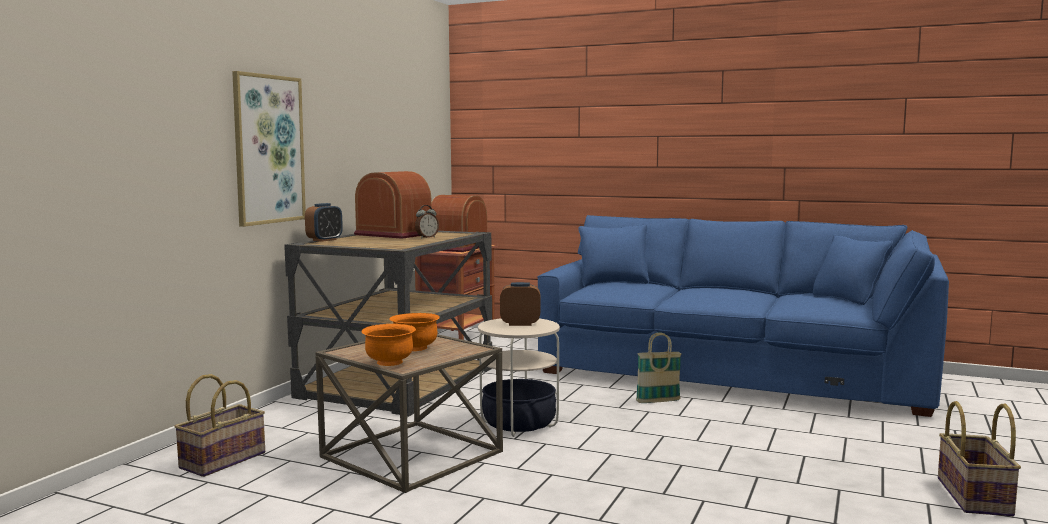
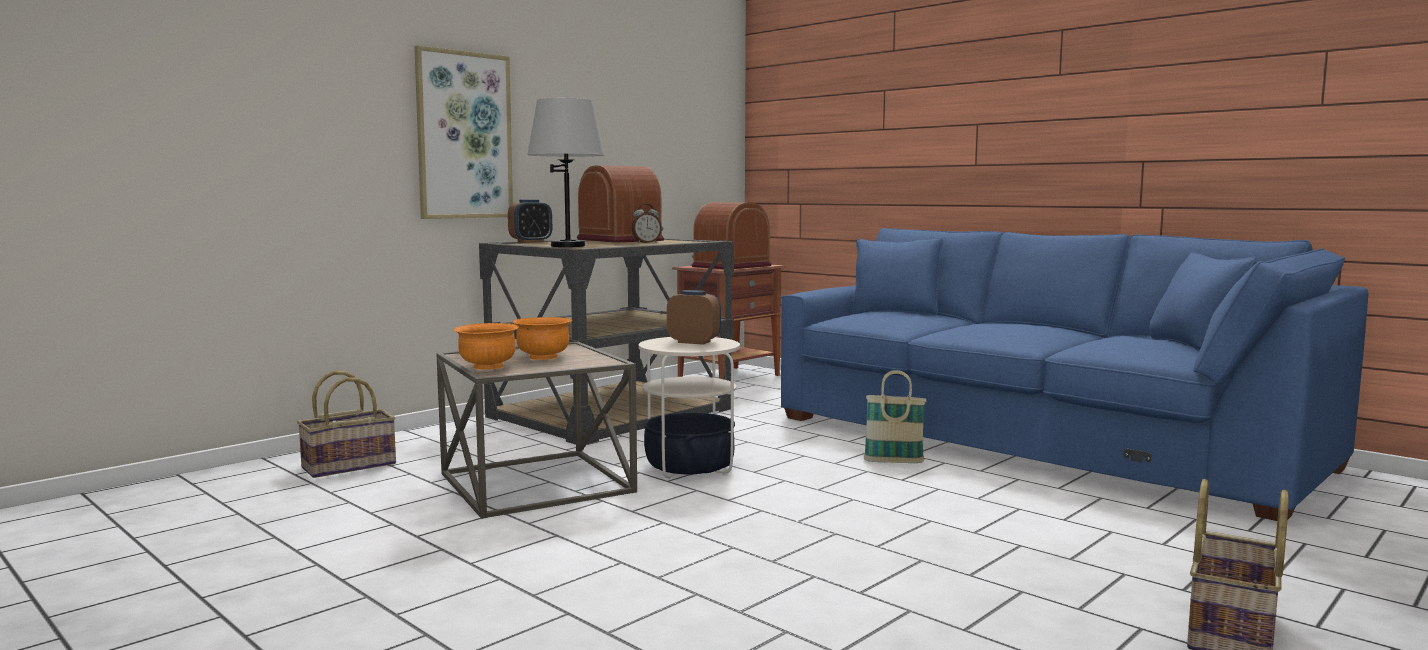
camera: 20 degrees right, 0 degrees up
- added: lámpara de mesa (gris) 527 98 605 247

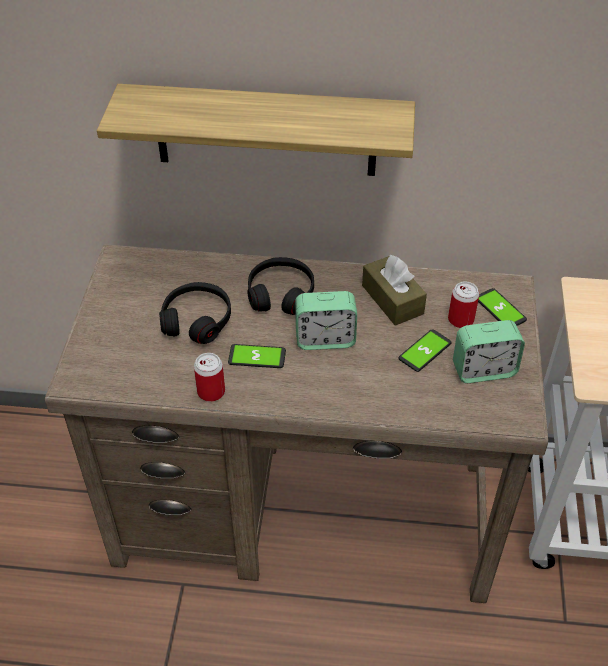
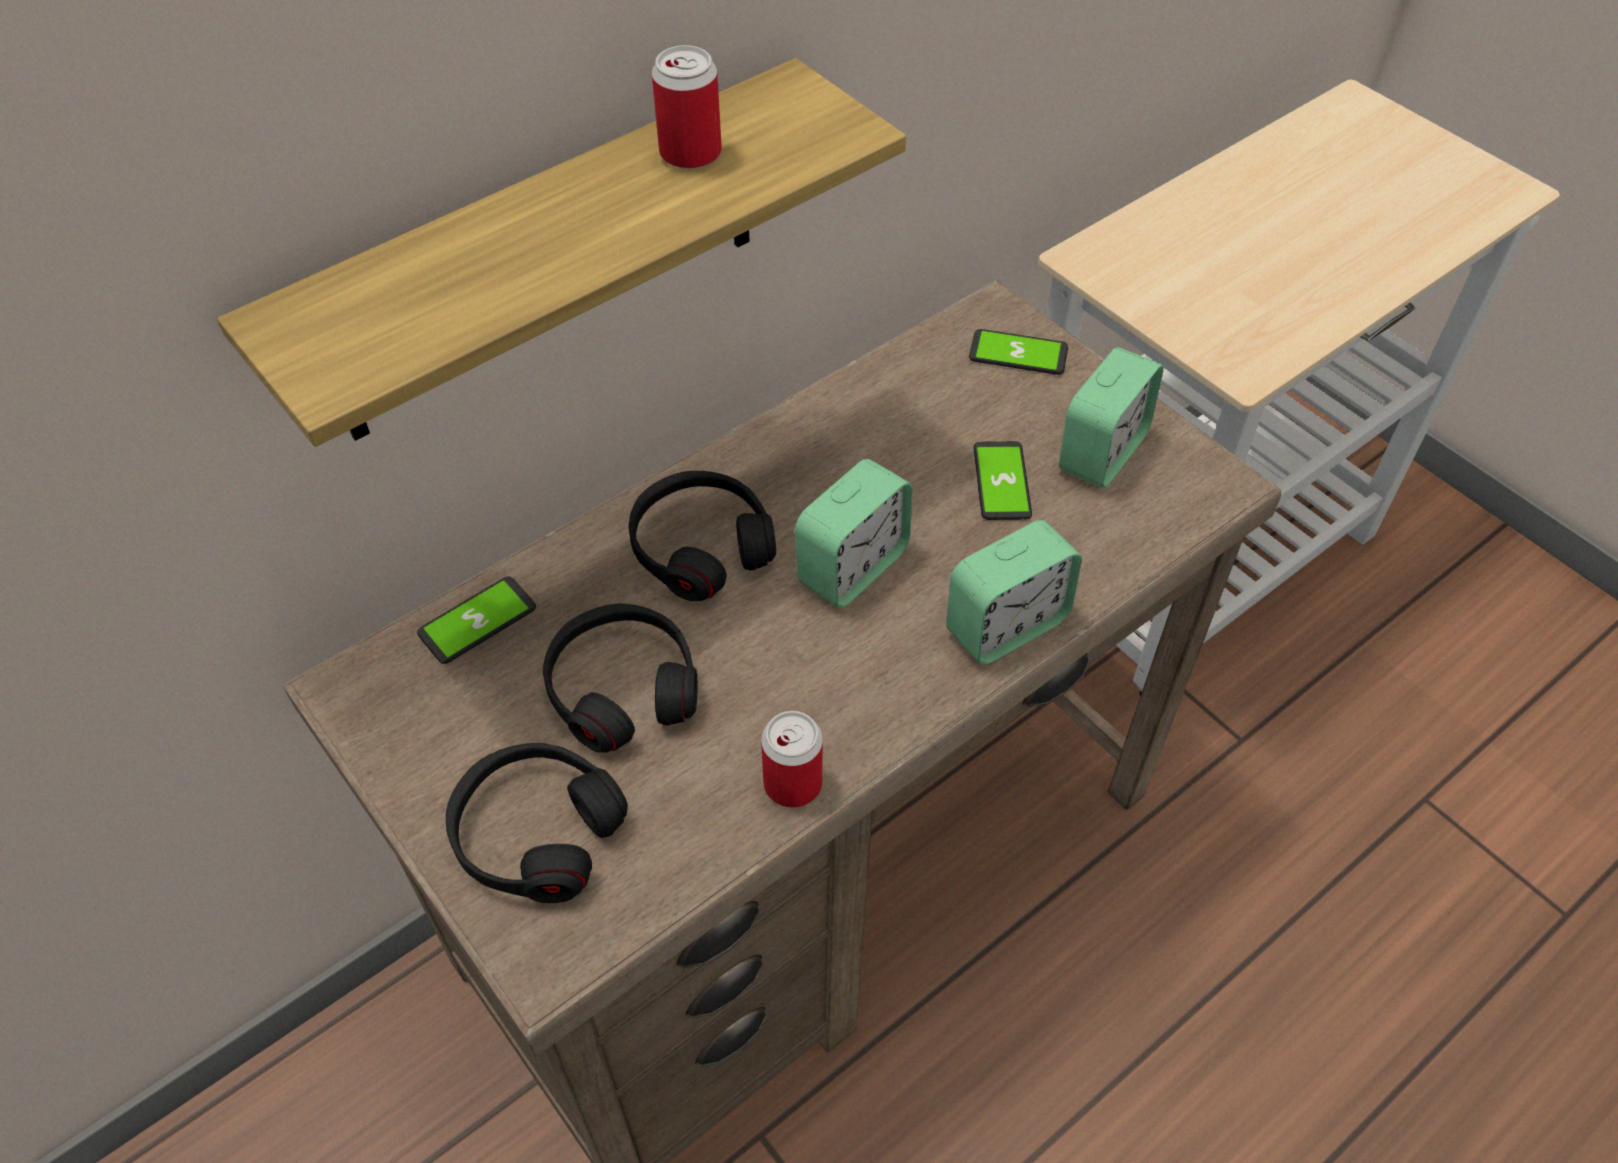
camera: 45 degrees left, 5 degrees up
- removed: caja de pañuelos (marrón) 362 254 427 326
- added: auriculares (negro) 446 743 628 903
- added: despertador 946 520 1082 665
- moved: móvil 228 344 286 368 to 417 577 536 664
- moved: lata 448 281 479 328 to 652 45 722 169

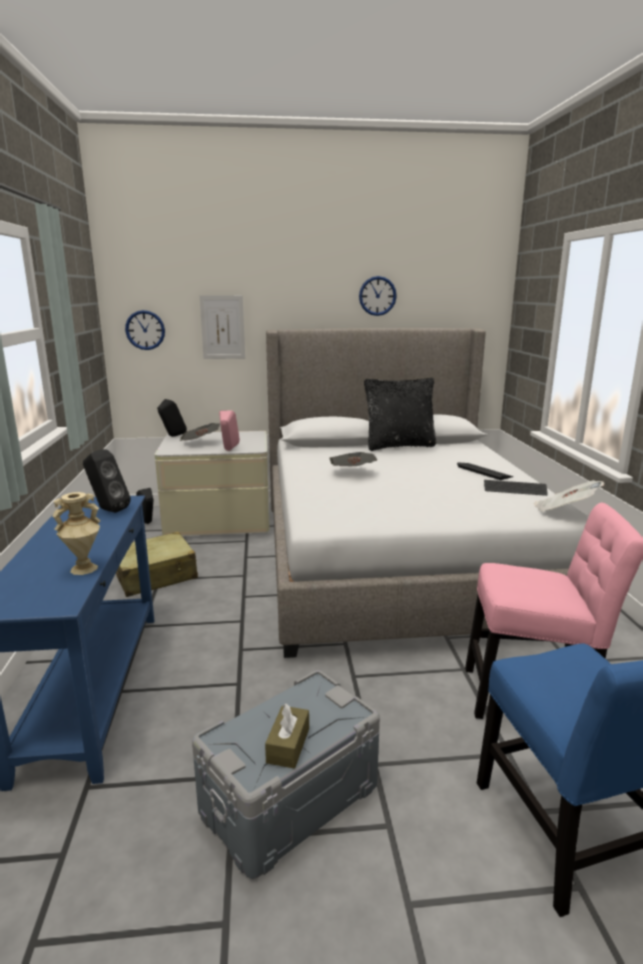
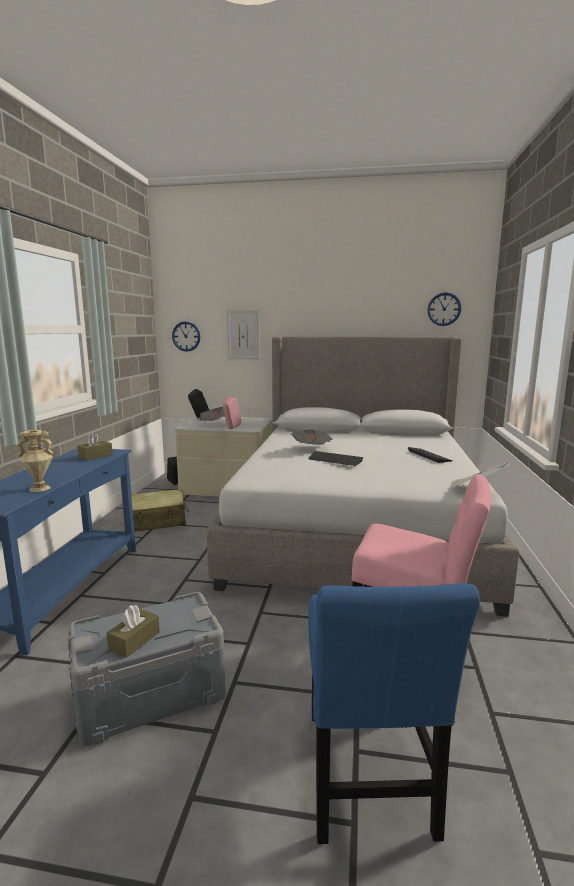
camera: 15 degrees right, 5 degrees down
- removed: cojín (negro) 364 378 436 451
- moved: reloj de pared 359 276 397 316 to 427 292 461 326
- moved: teclado 484 480 548 496 to 308 451 363 466
- replaced: altavoz (negro) 83 449 131 513 to caja de pañuelos (marrón) 77 433 113 460

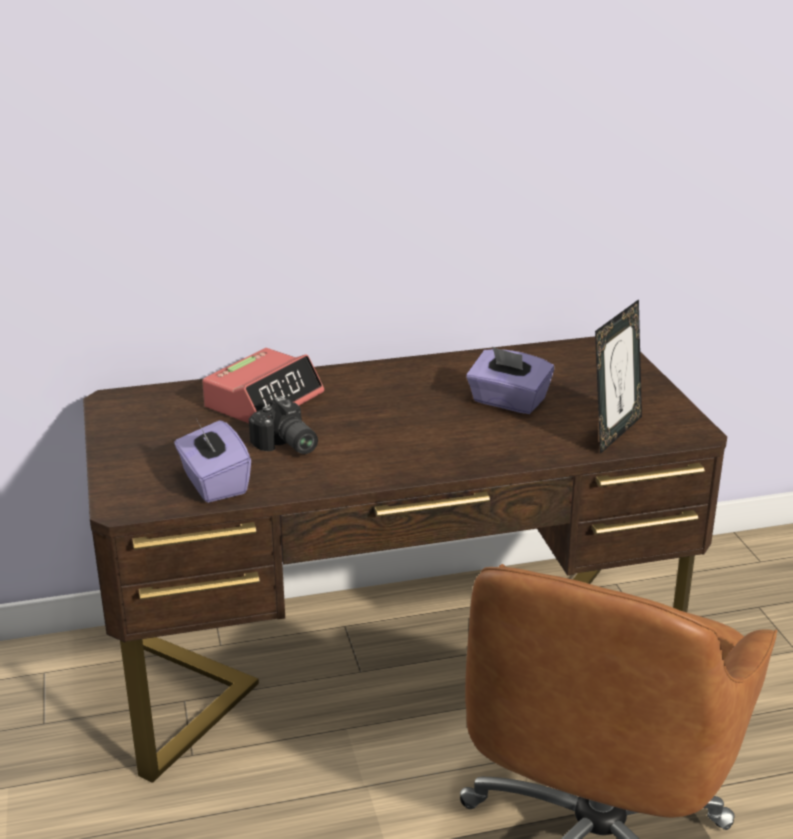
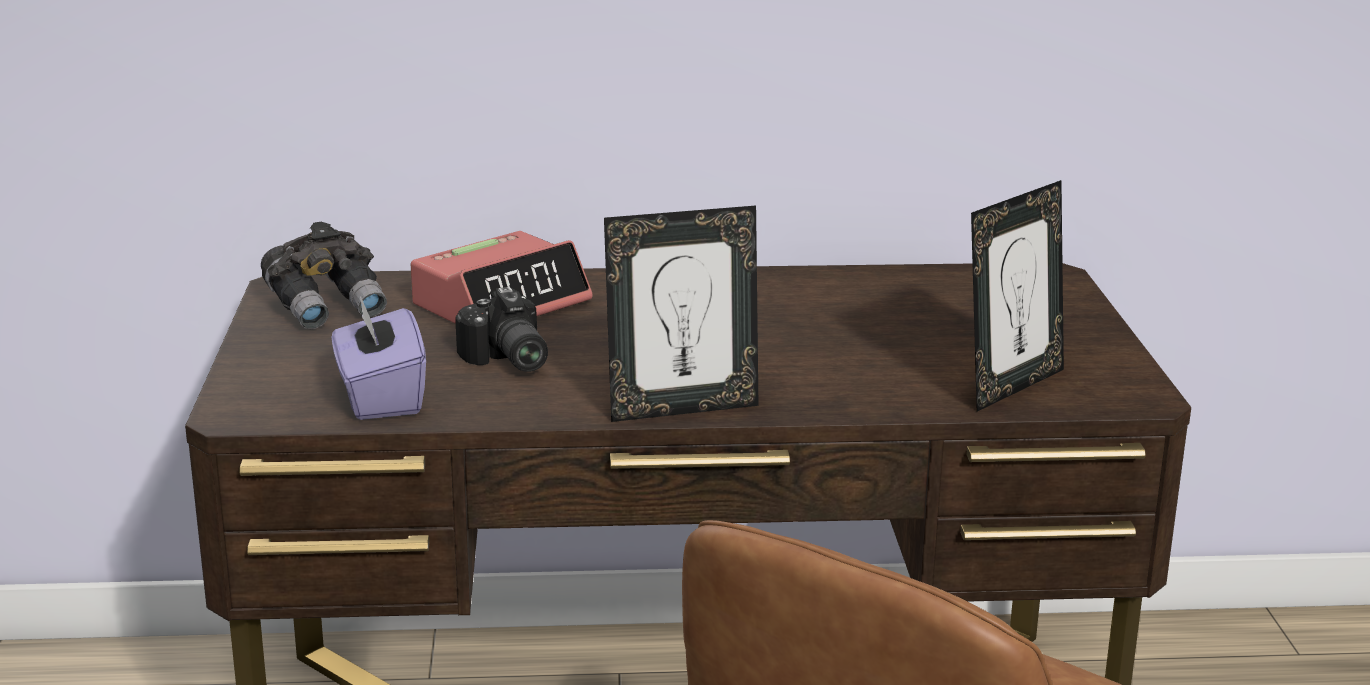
camera: 10 degrees right, 5 degrees down
- removed: caja de pañuelos (morado) 466 347 554 414
- added: prismáticos (gris) 261 222 387 329
- added: portarretratos 604 205 759 422

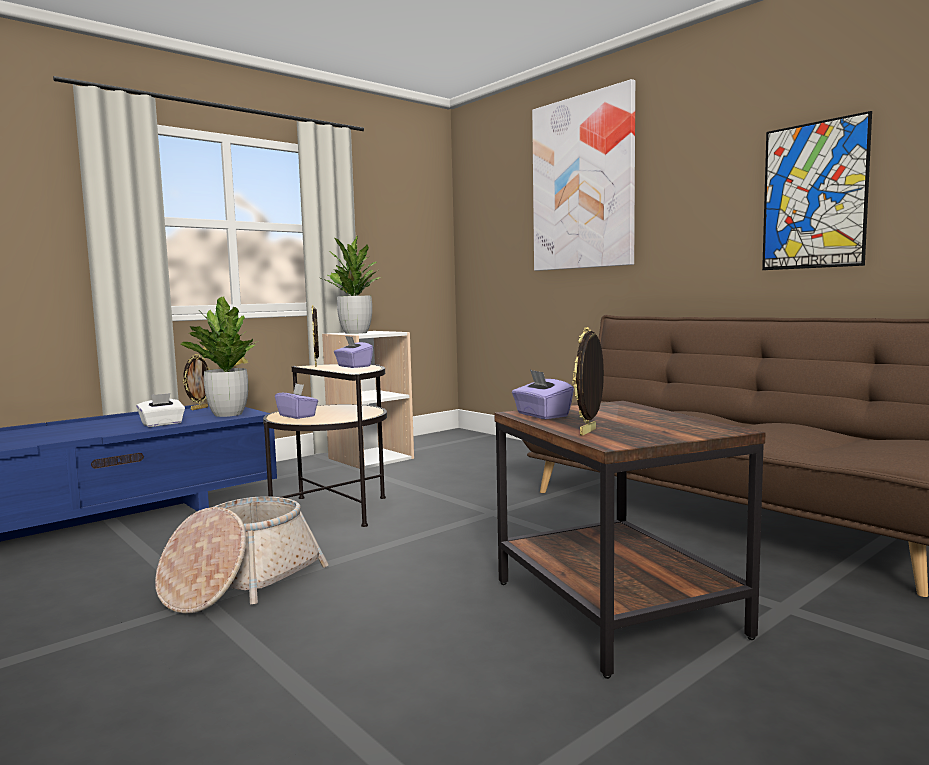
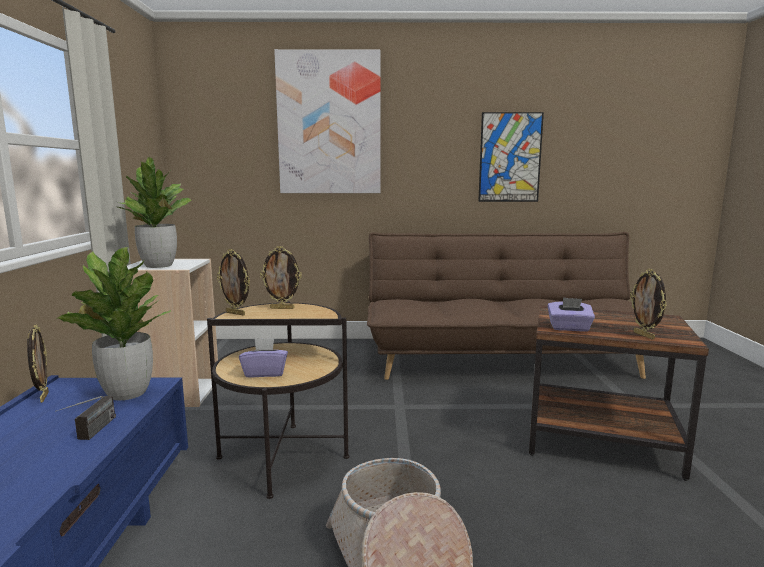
camera: 50 degrees left, 5 degrees up
- replaced: caja de pañuelos (blanco) 137 393 185 427 to radio 55 396 116 440
- replaced: caja de pañuelos (morado) 334 336 373 368 to portarretratos 260 246 302 309

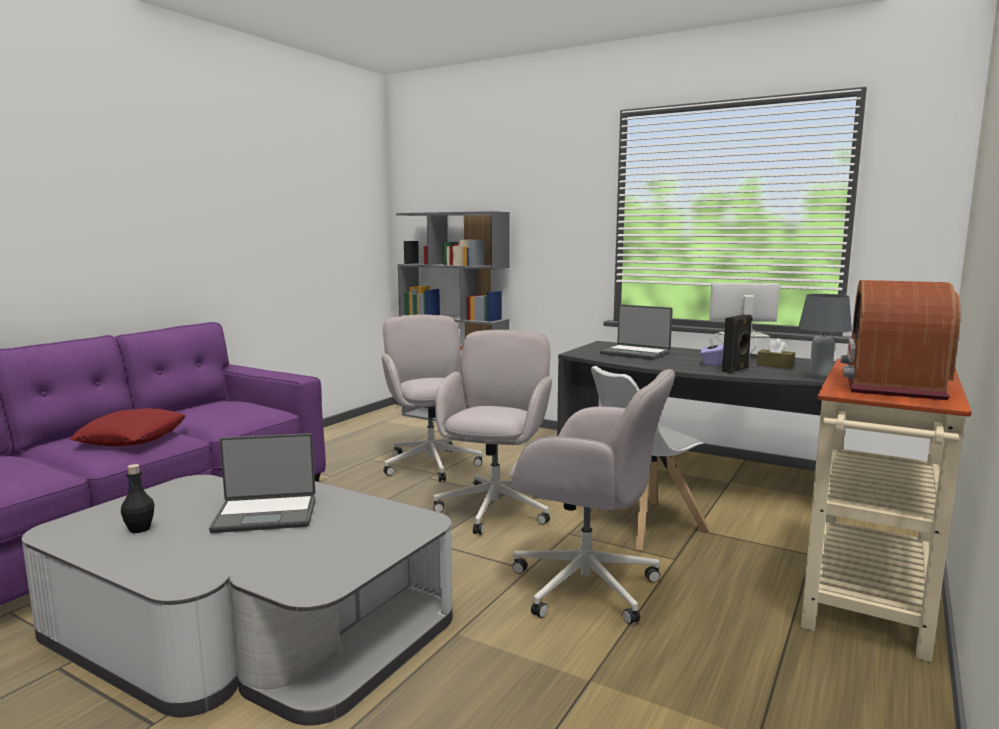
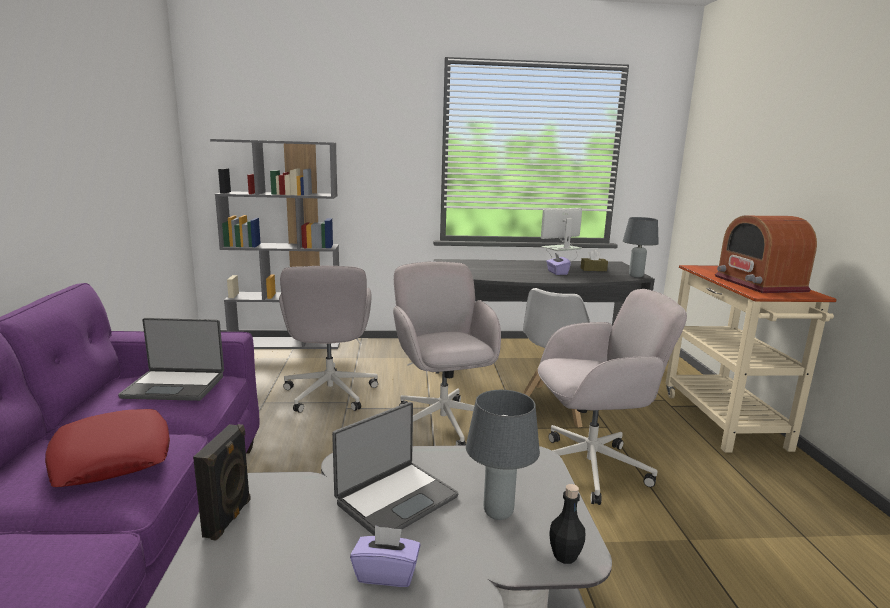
camera: 35 degrees left, 5 degrees up
- added: caja de pañuelos (morado) 350 525 420 587
- added: lámpara de mesa (gris) 466 390 540 520
- moved: botella (negro) 121 464 155 533 to 549 484 585 564
- moved: portátil 600 304 673 360 to 118 317 224 401
- moved: altavoz (negro) 722 315 753 374 to 193 424 251 540
- turned: silla de oficina (gris) 382 314 482 482 = 279 266 378 413 135 degrees counterclockwise

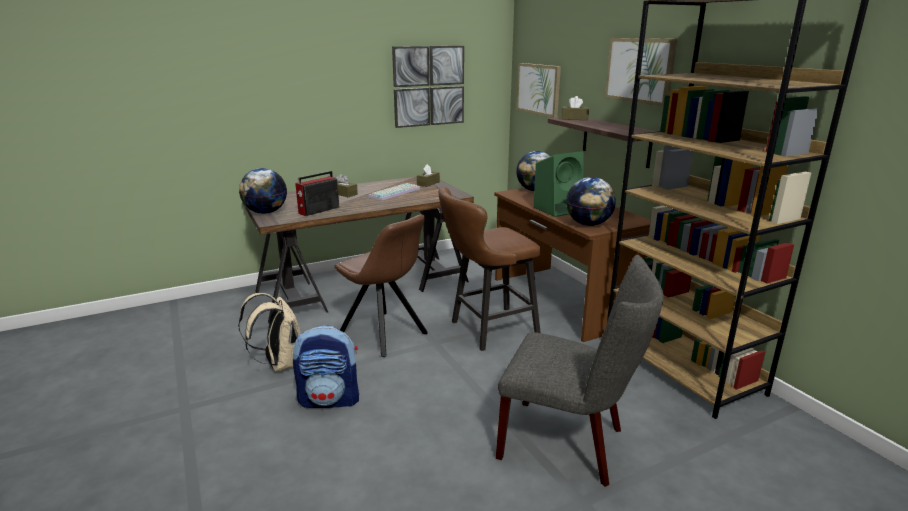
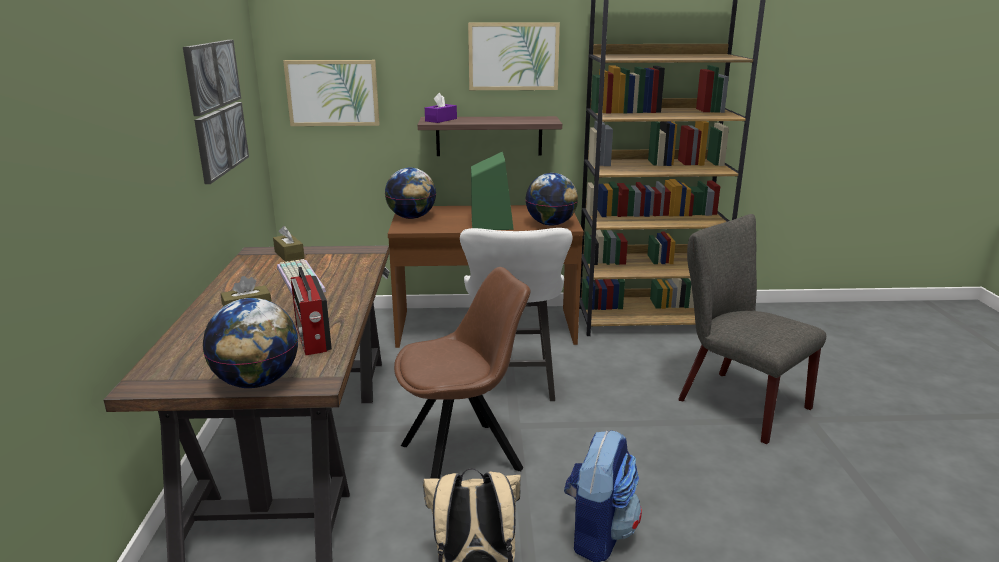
camera: 65 degrees left, 0 degrees up
- recoloured: taburete (marrón) 438 187 541 351 to taburete (blanco) 460 228 573 401
- recoloured: caja de pañuelos (marrón) 562 96 589 120 to caja de pañuelos (morado) 425 93 457 123
- turned: silla (gris) 496 255 664 487 = 678 214 826 444 90 degrees counterclockwise

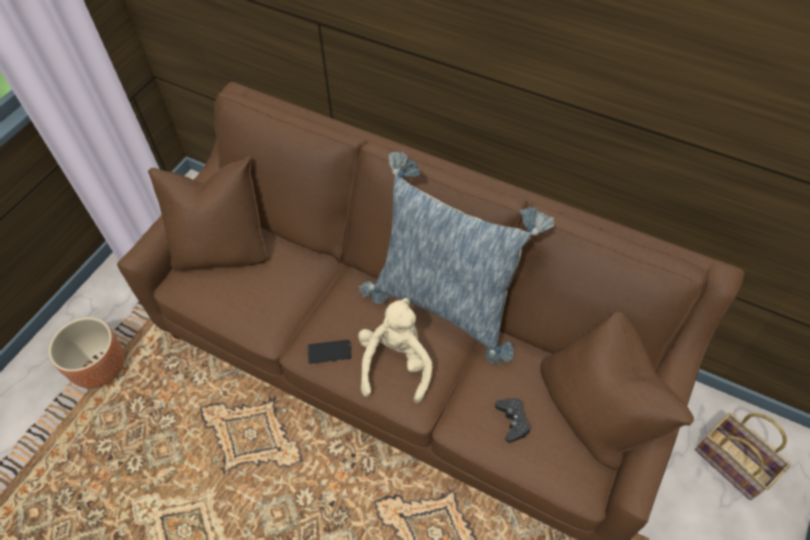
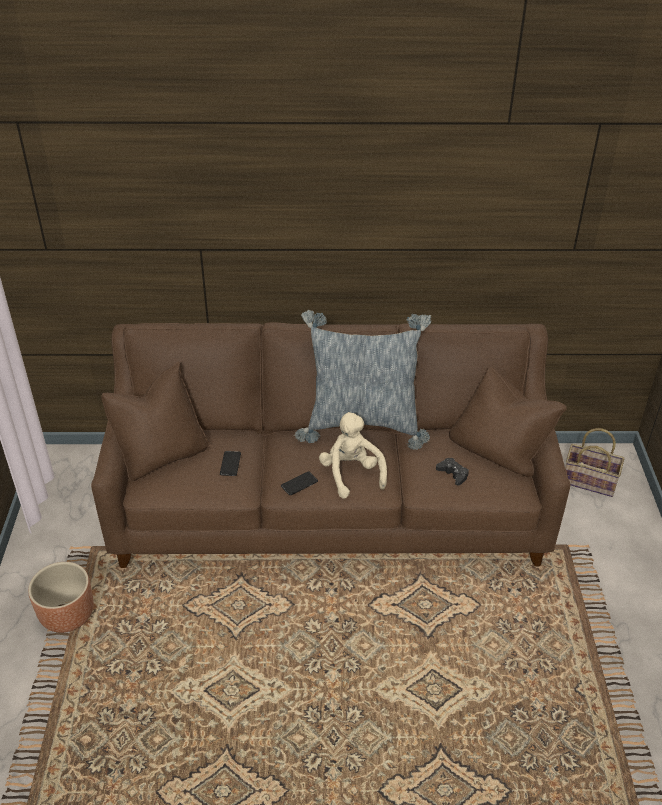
camera: 30 degrees left, 15 degrees down
- added: móvil 220 451 241 476

